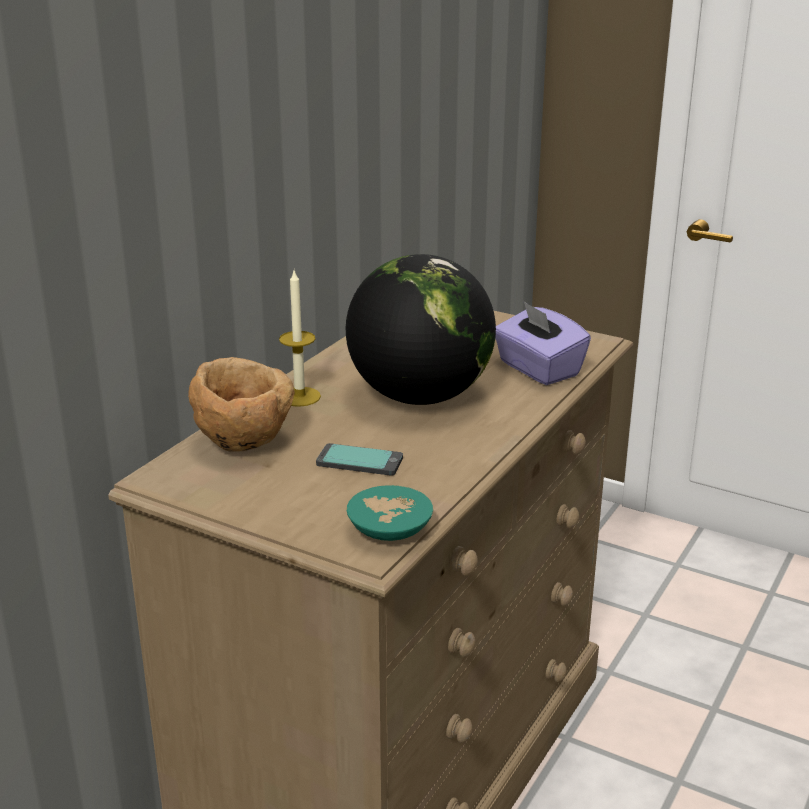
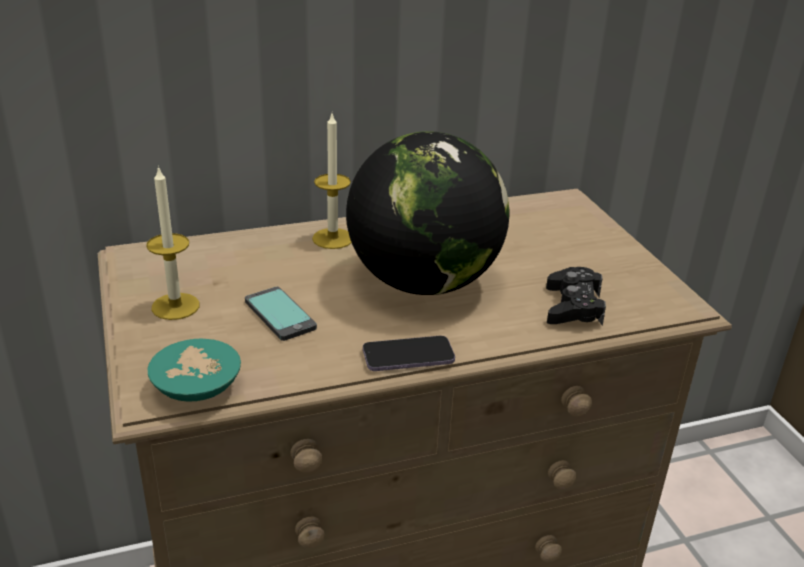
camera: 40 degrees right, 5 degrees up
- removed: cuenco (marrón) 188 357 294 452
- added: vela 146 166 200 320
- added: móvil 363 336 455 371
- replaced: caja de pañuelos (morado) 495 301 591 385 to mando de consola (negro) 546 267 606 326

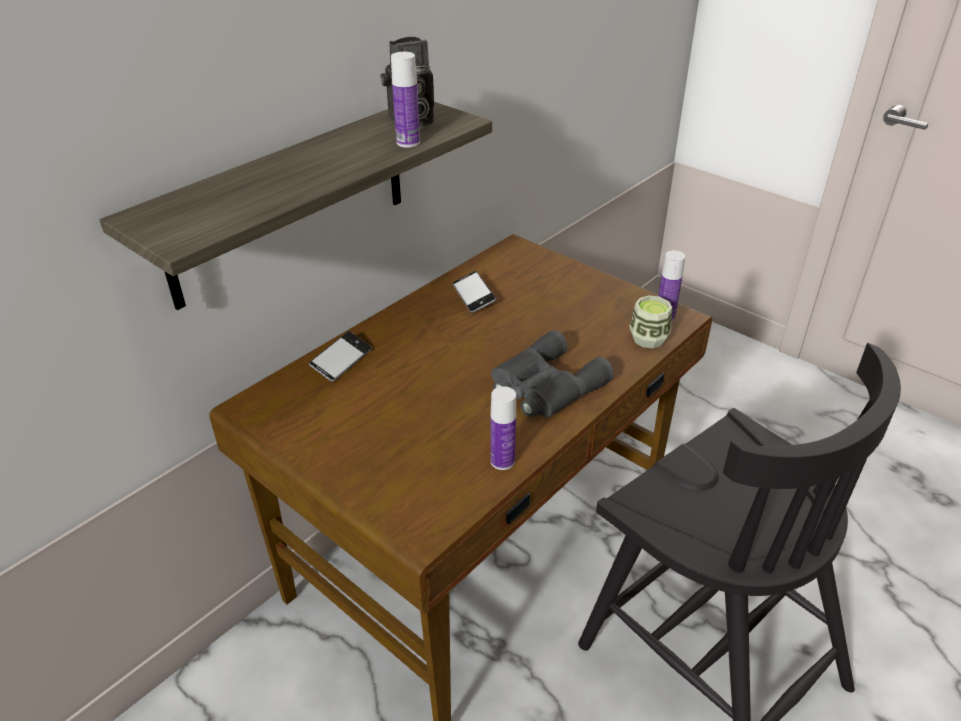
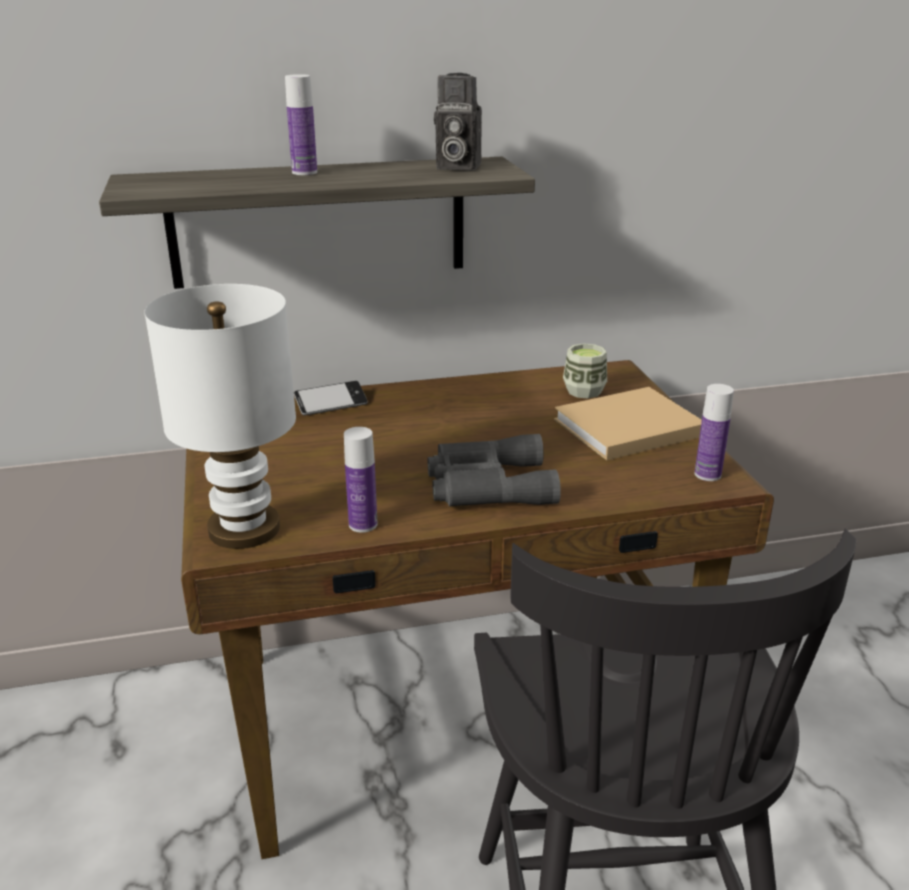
camera: 35 degrees right, 10 degrees down
- removed: móvil 453 271 496 313
- added: lámpara de mesa (blanco) 144 284 296 549
- added: libro (beis) 554 387 702 460
- moved: botella 391 52 420 148 to 285 74 317 175
- moved: taza 629 295 672 348 to 563 343 607 399

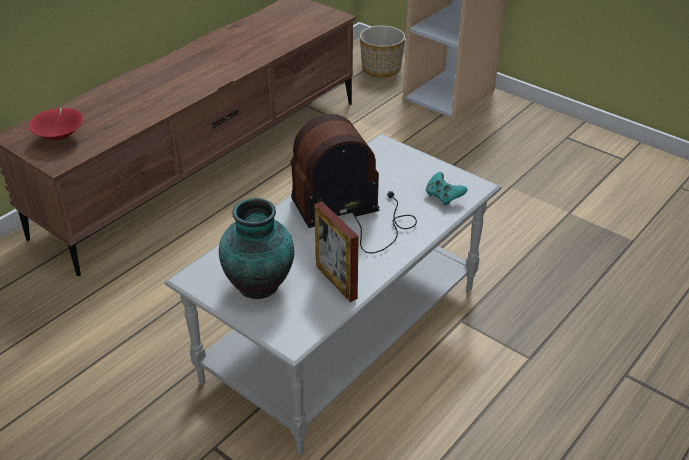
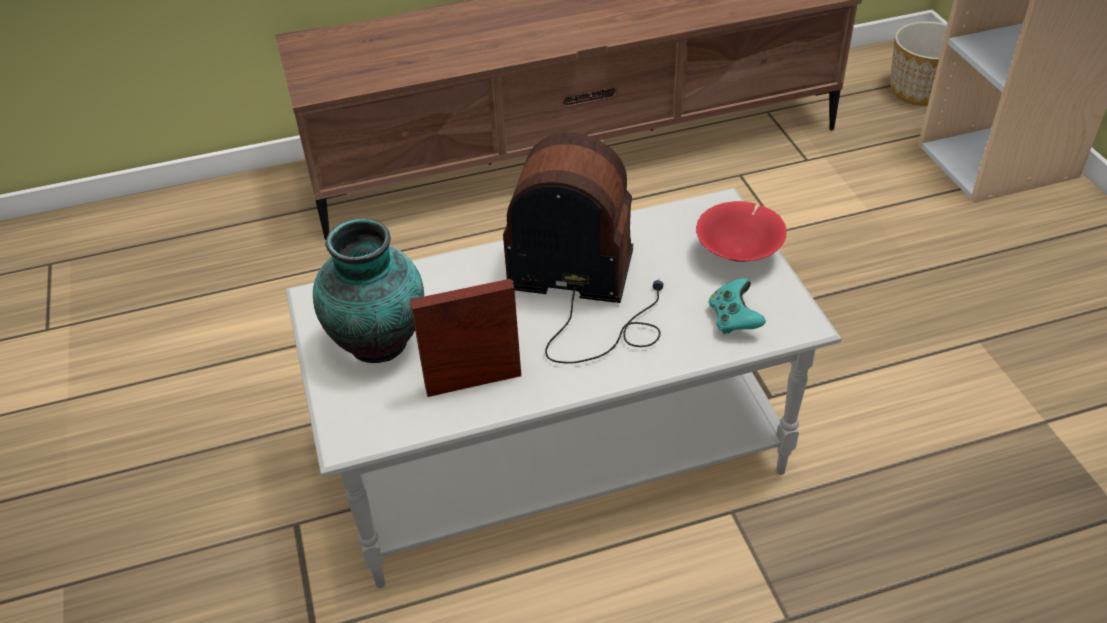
camera: 35 degrees right, 5 degrees up
- moved: cuenco (rojo) 29 108 83 142 to 696 201 787 262
- turned: portarretratos 314 201 359 302 = 410 279 521 397 75 degrees clockwise

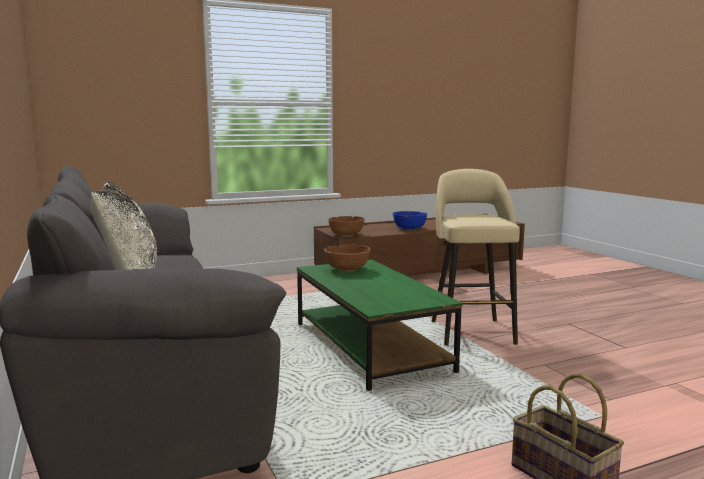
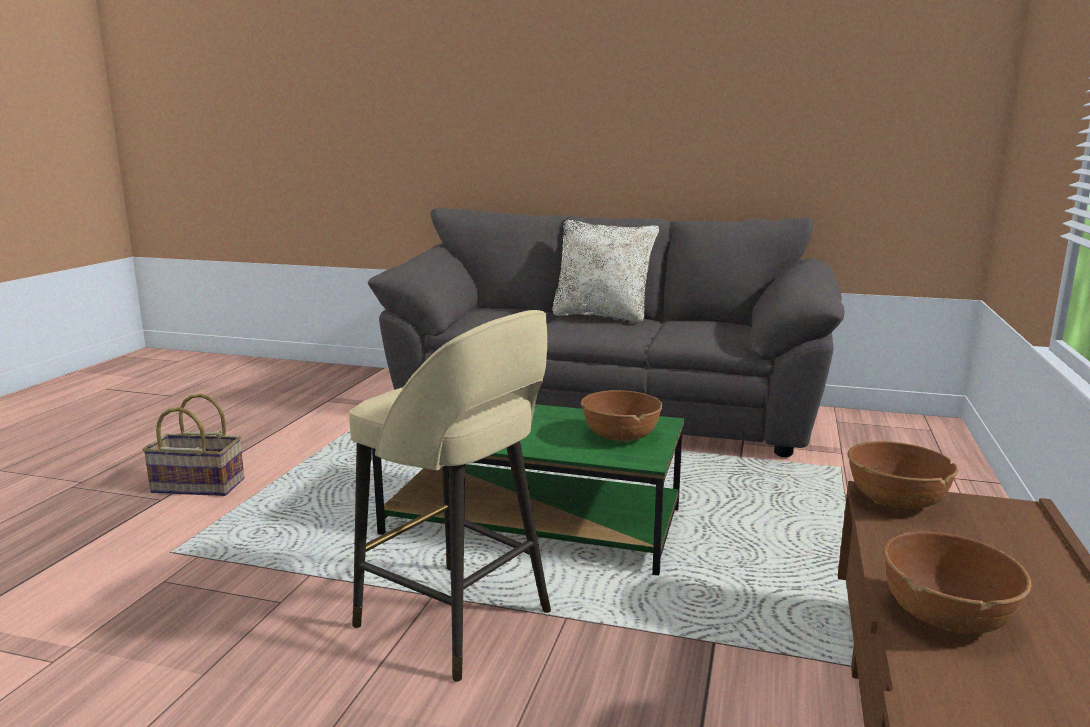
camera: 130 degrees right, 5 degrees up
- recoloured: cuenco (azul) 393 211 428 230 to cuenco (marrón) 883 531 1031 634

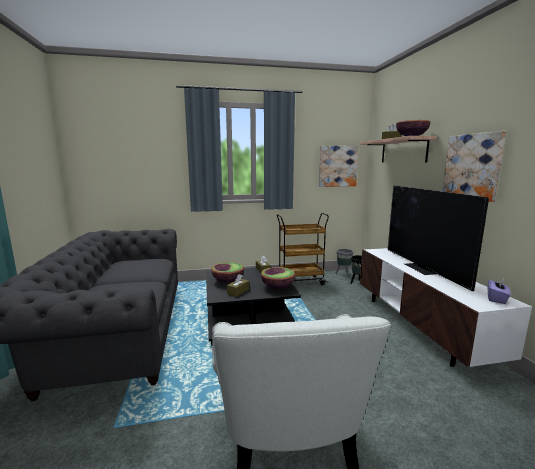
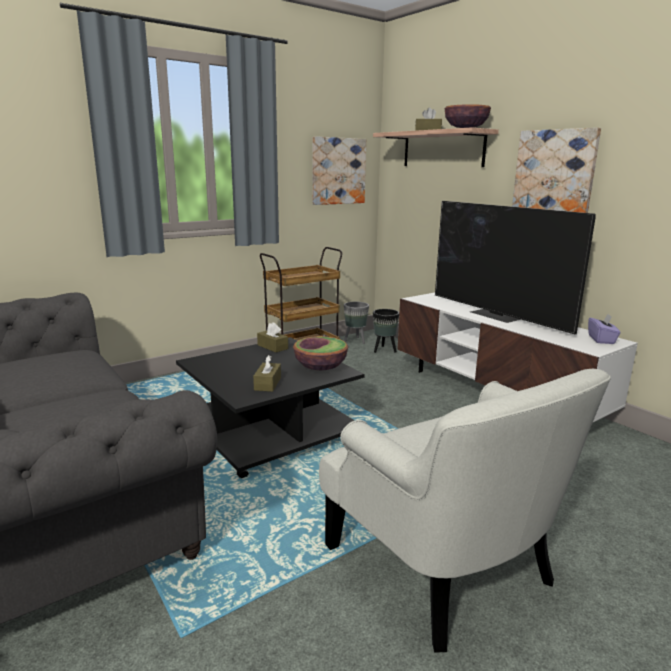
camera: 25 degrees left, 5 degrees up
- removed: cuenco 211 262 244 283

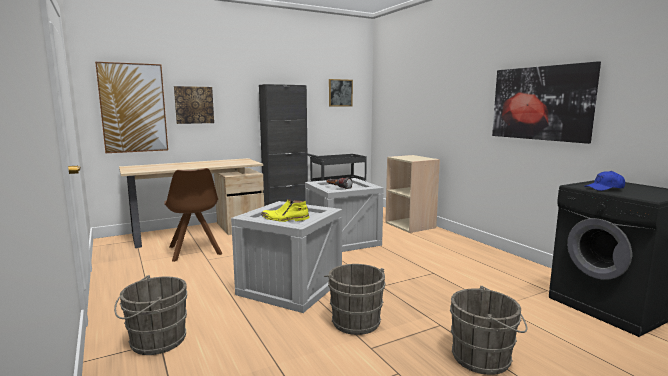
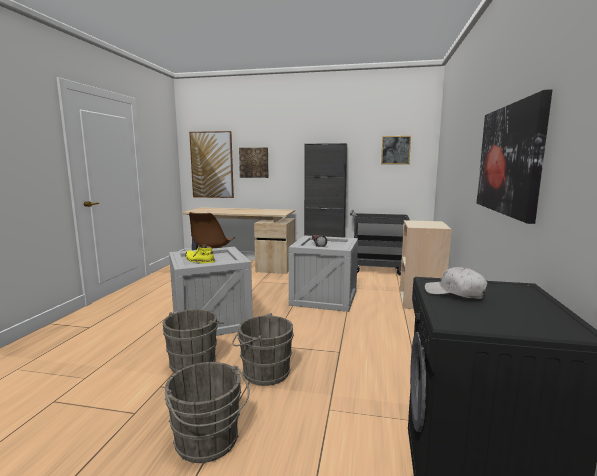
camera: 40 degrees right, 0 degrees up
- moved: cubo (gris) 114 275 187 355 to 232 313 294 386
- recoloured: gorra (azul) 584 171 625 191 to gorra (blanco) 425 267 487 299

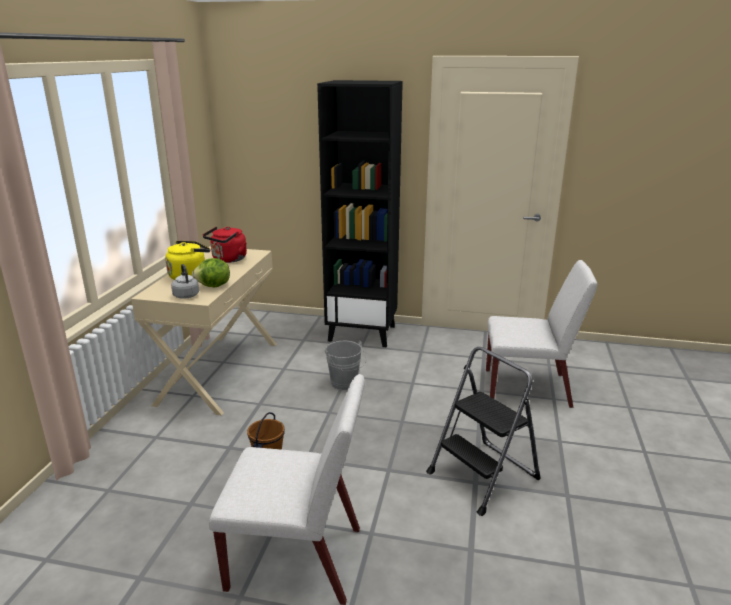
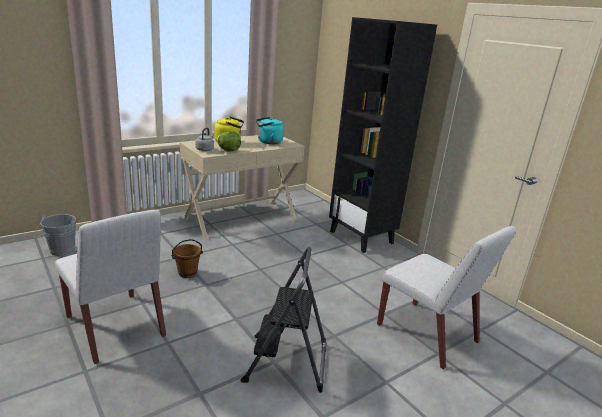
camera: 40 degrees right, 0 degrees up
- moved: cubo (gris) 325 340 366 390 to 36 214 76 256
- recoloured: hervidor (rojo) 203 227 247 263 to hervidor (turquesa) 256 117 284 144

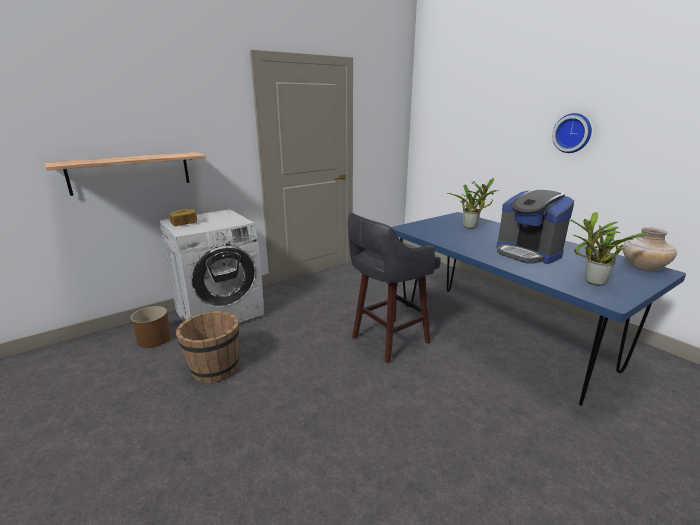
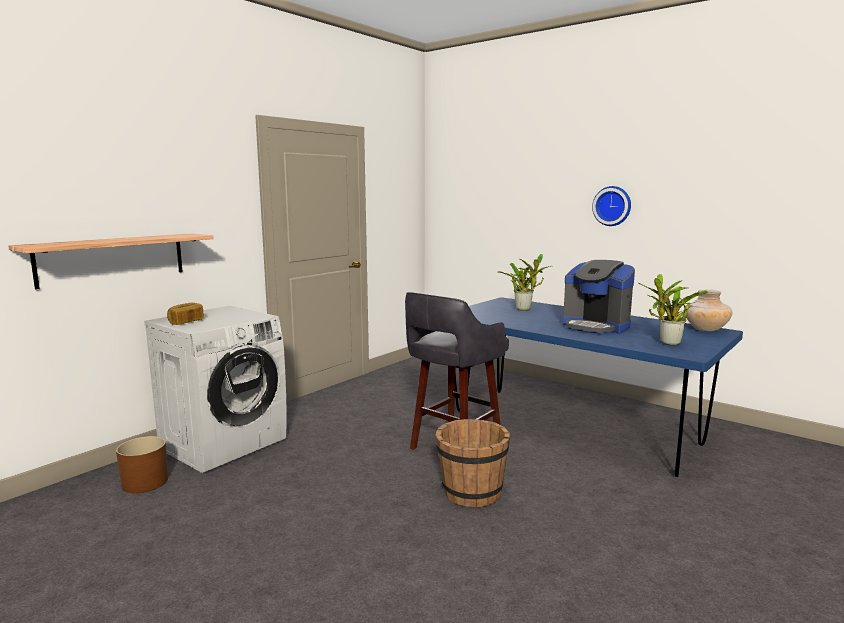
camera: 15 degrees left, 10 degrees down
- moved: cubo (marrón) 176 311 239 383 to 435 419 510 507

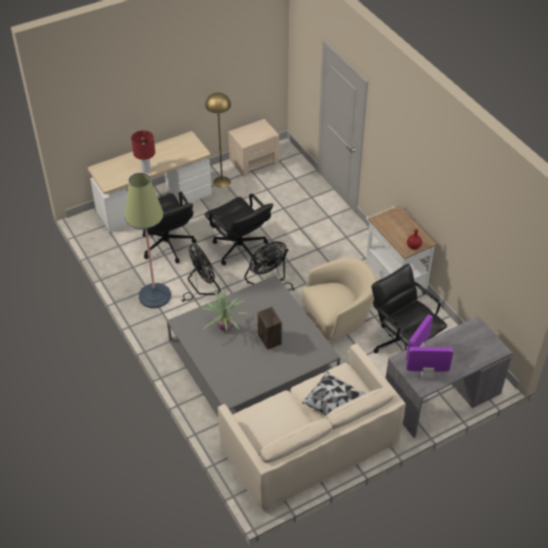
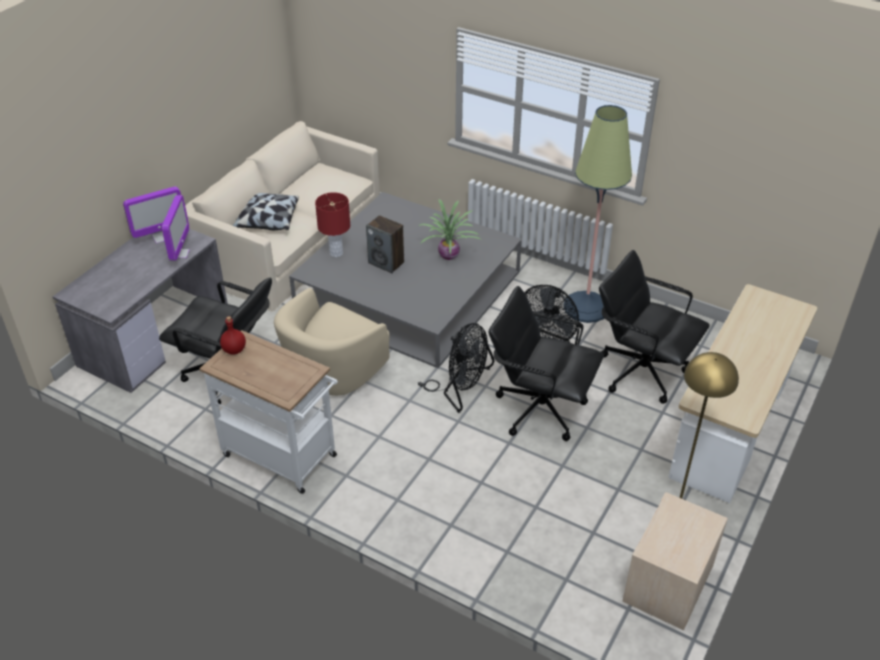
camera: 150 degrees right, 5 degrees down
- moved: lámpara de mesa (rojo) 131 130 155 173 to 315 192 350 257

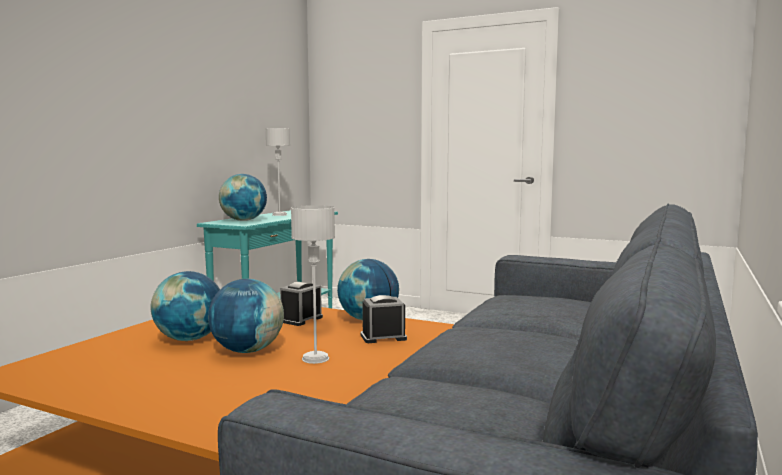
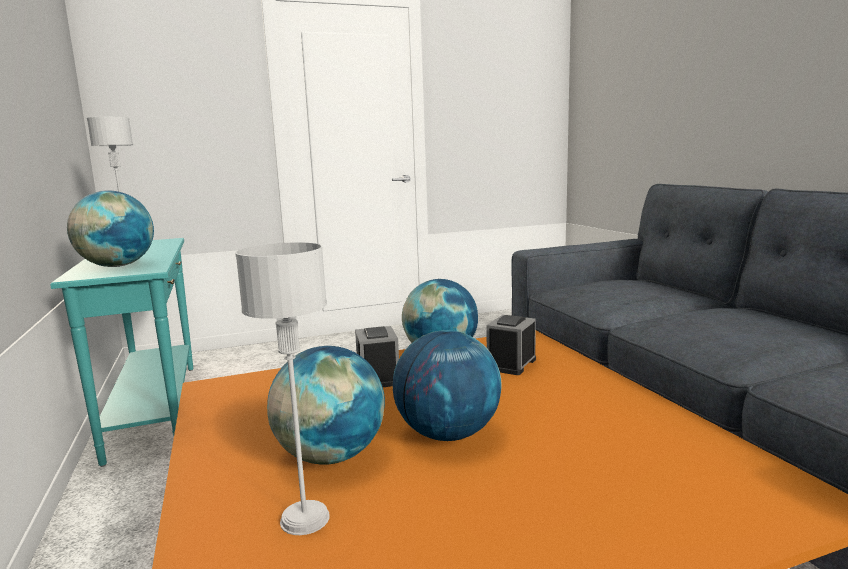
camera: 45 degrees left, 5 degrees up
- moved: lámpara de mesa (gris) 291 205 335 364 to 235 242 330 535

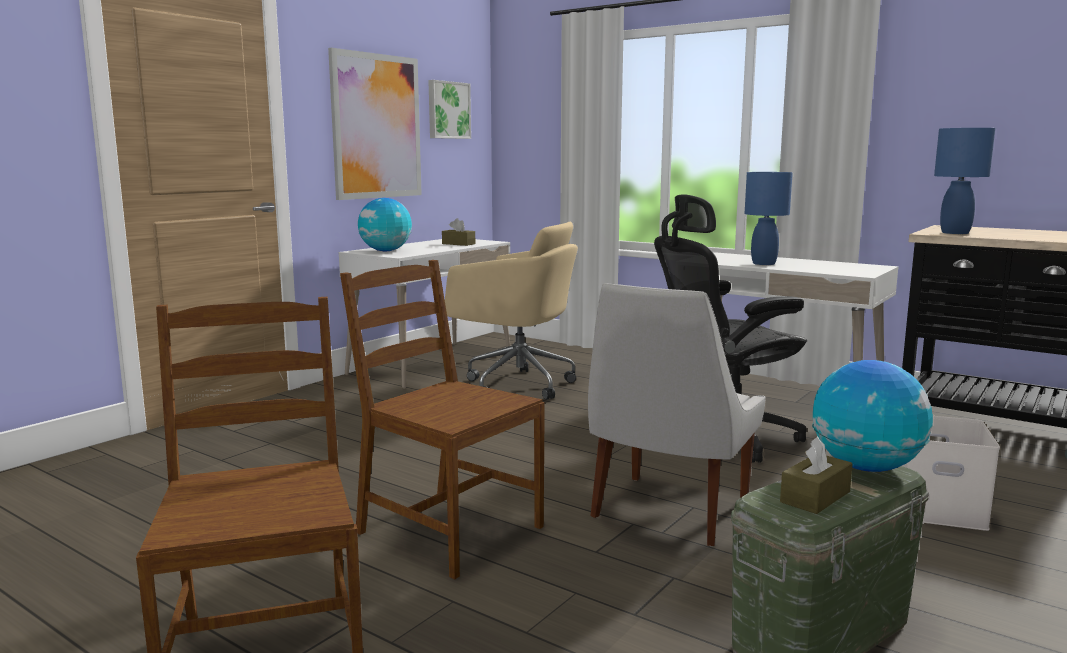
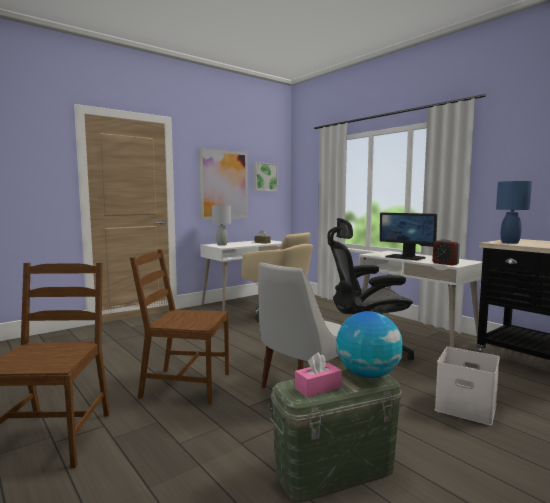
camera: 15 degrees right, 5 degrees down
- added: despertador 433 239 460 266
- replaced: globo terráqueo 358 198 412 251 to lámpara de mesa (gris) 212 205 231 246
- replaced: lámpara de mesa (azul) 744 172 793 265 to monitor 380 213 437 260
- recoloured: caja de pañuelos (marrón) 780 437 853 514 to caja de pañuelos (rosa) 295 352 342 397
- turned: silla (marrón) 340 260 545 579 = 130 249 229 405 45 degrees counterclockwise

